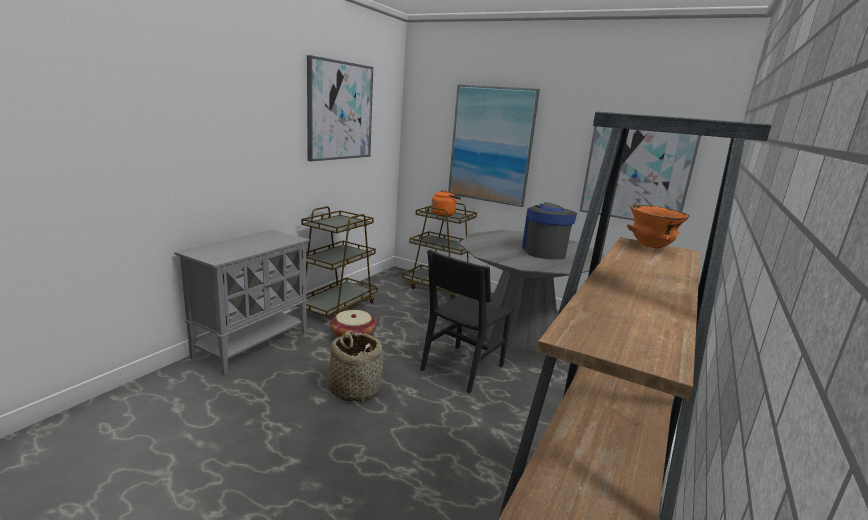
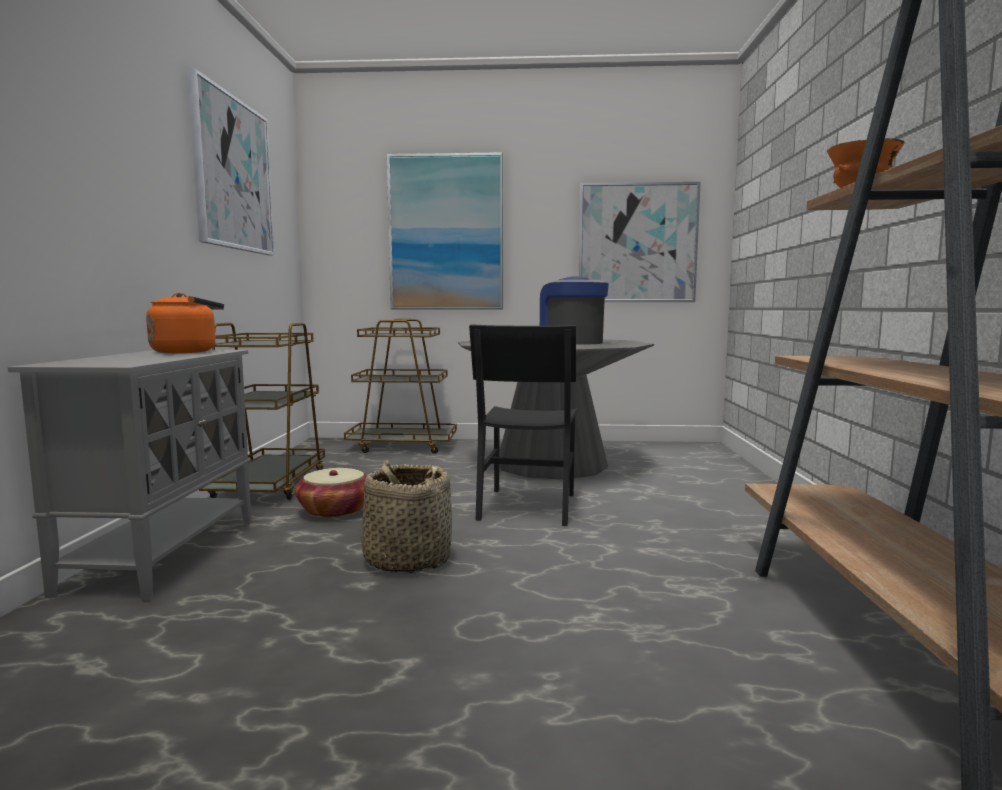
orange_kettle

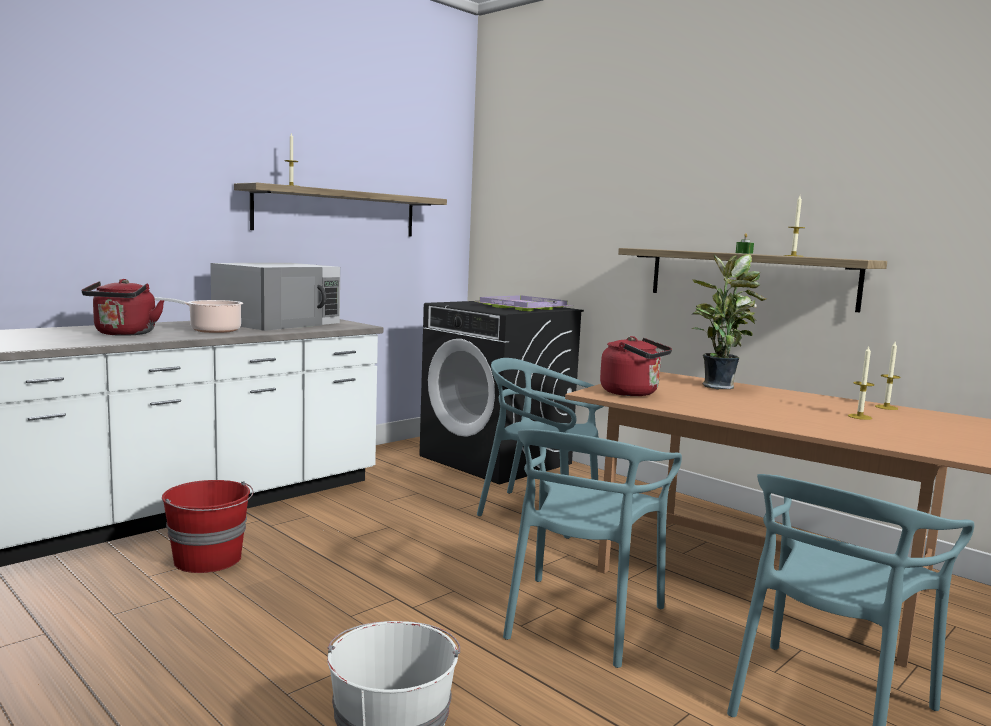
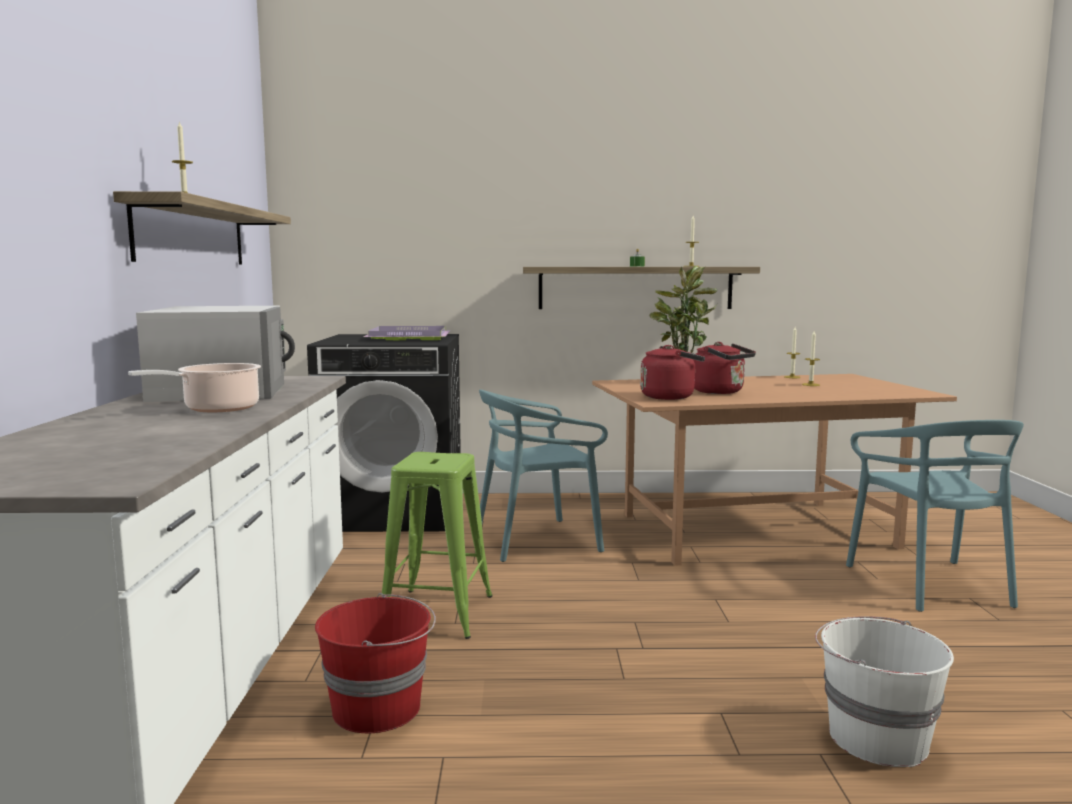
red_kettle (2nd from left); turquoise_chair (2nd from left in the first image); green_stool

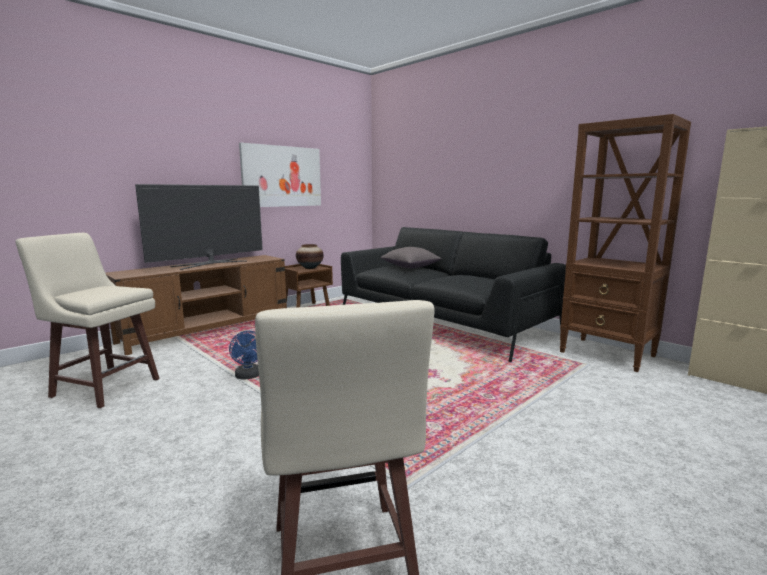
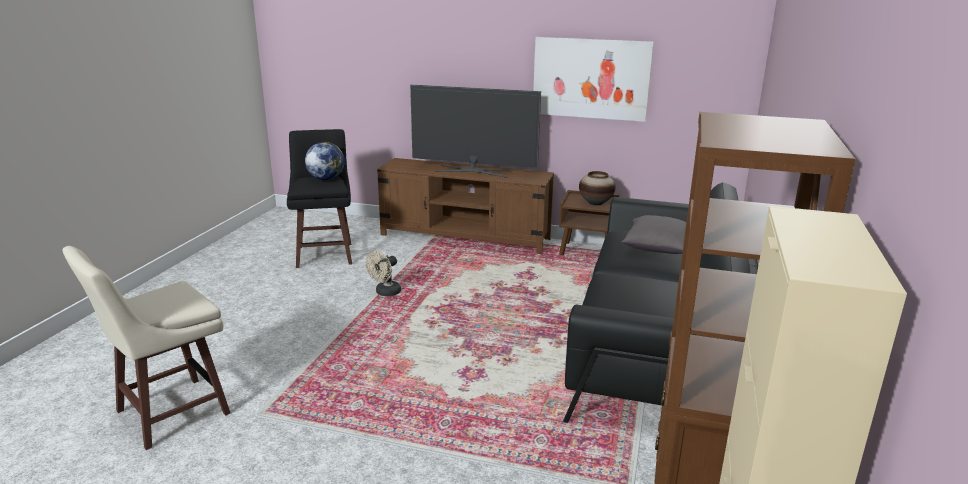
black_stool; beige_fan; globe

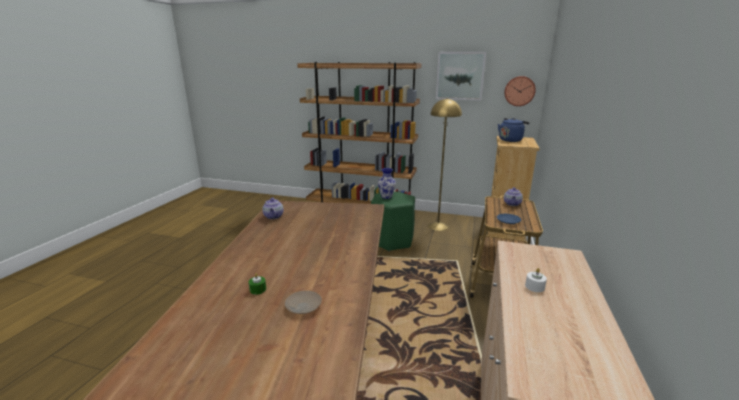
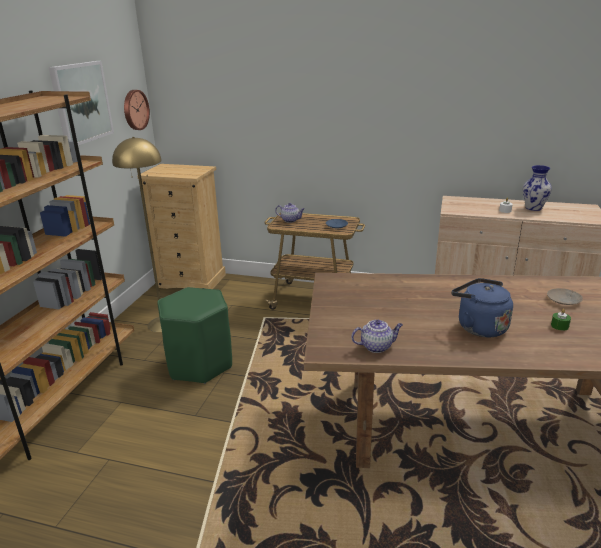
blue_kettle; vase

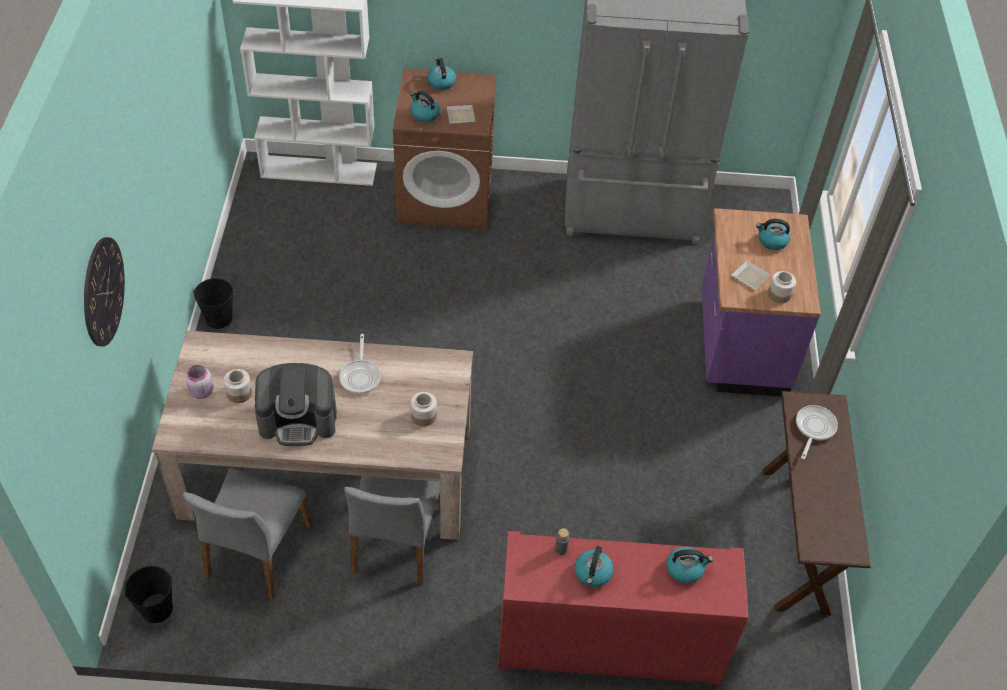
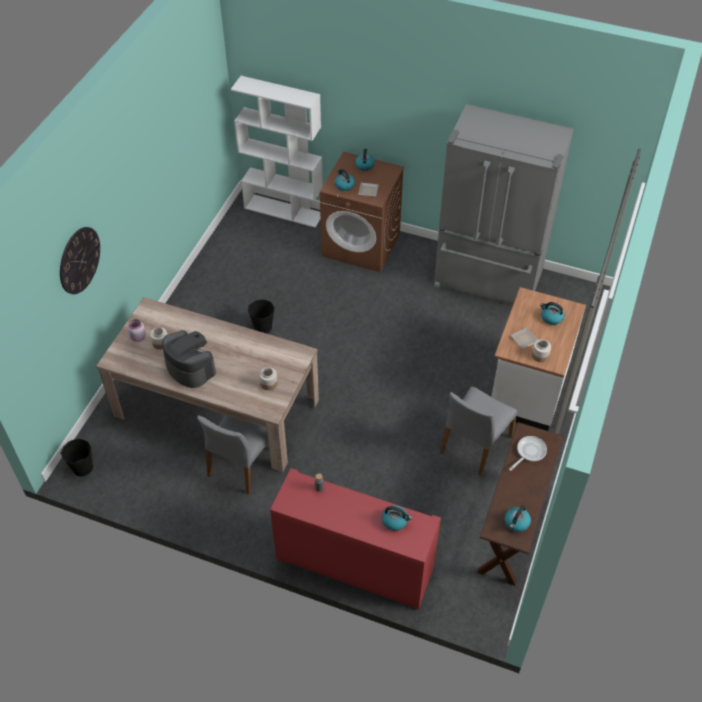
white_counter; black_bucket (2nd from left); frying_pan (1st from left in the first image); coffee_machine; grey_chair (2nd from left); kettle (4th from left)

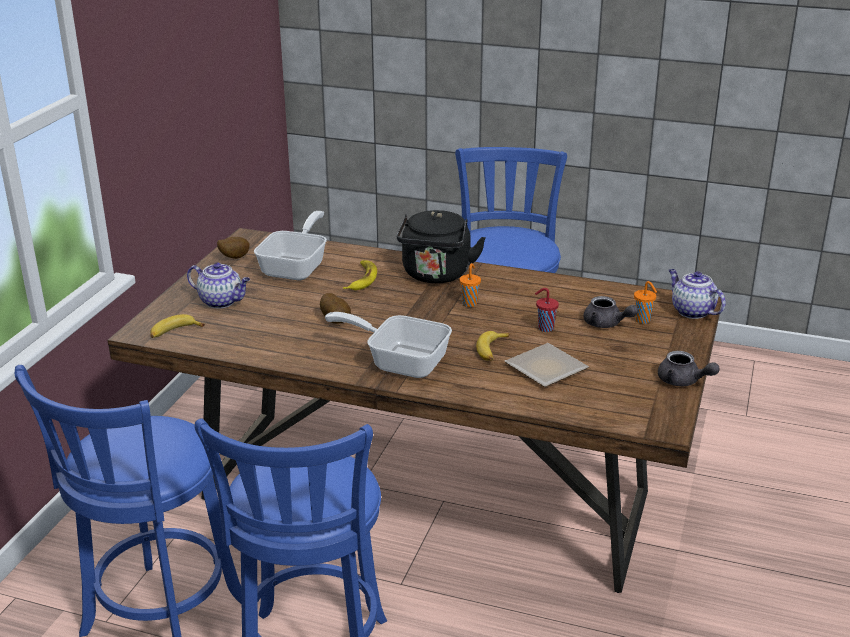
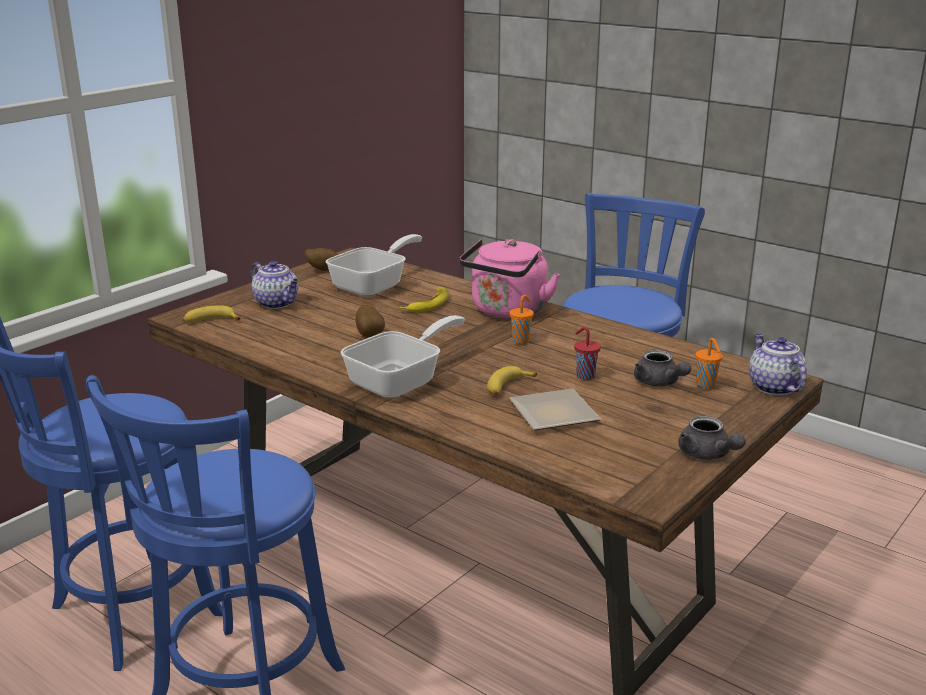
pink_kettle; frying_pan (2nd from left)

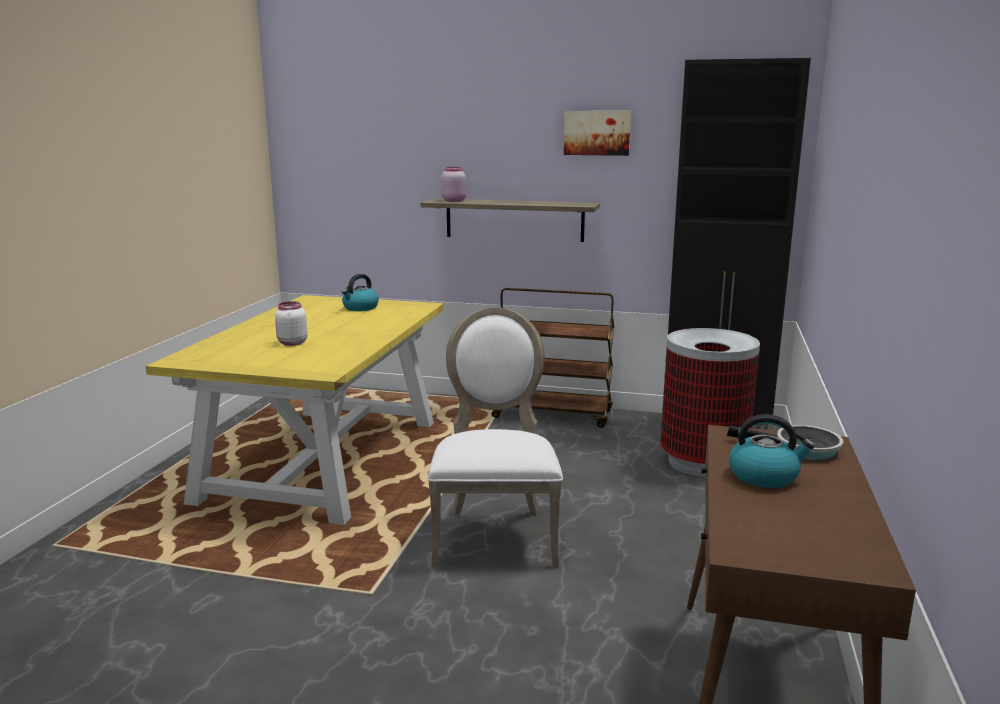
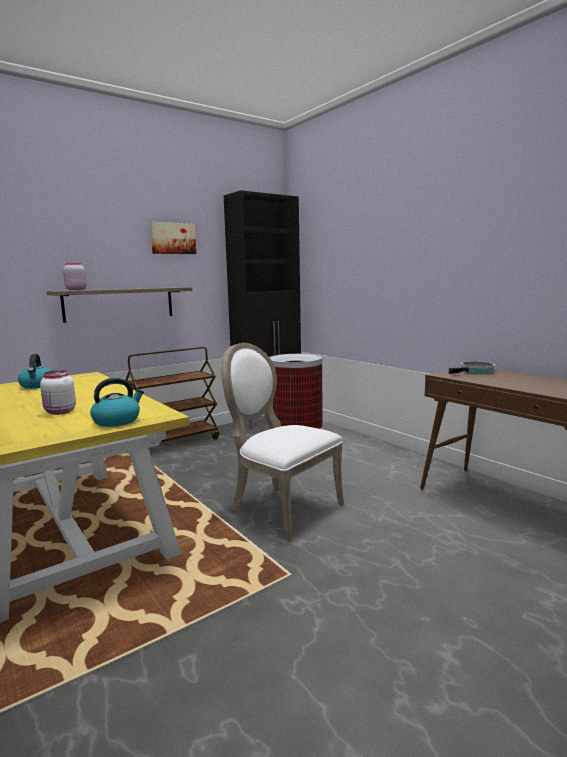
kettle (2nd from left)

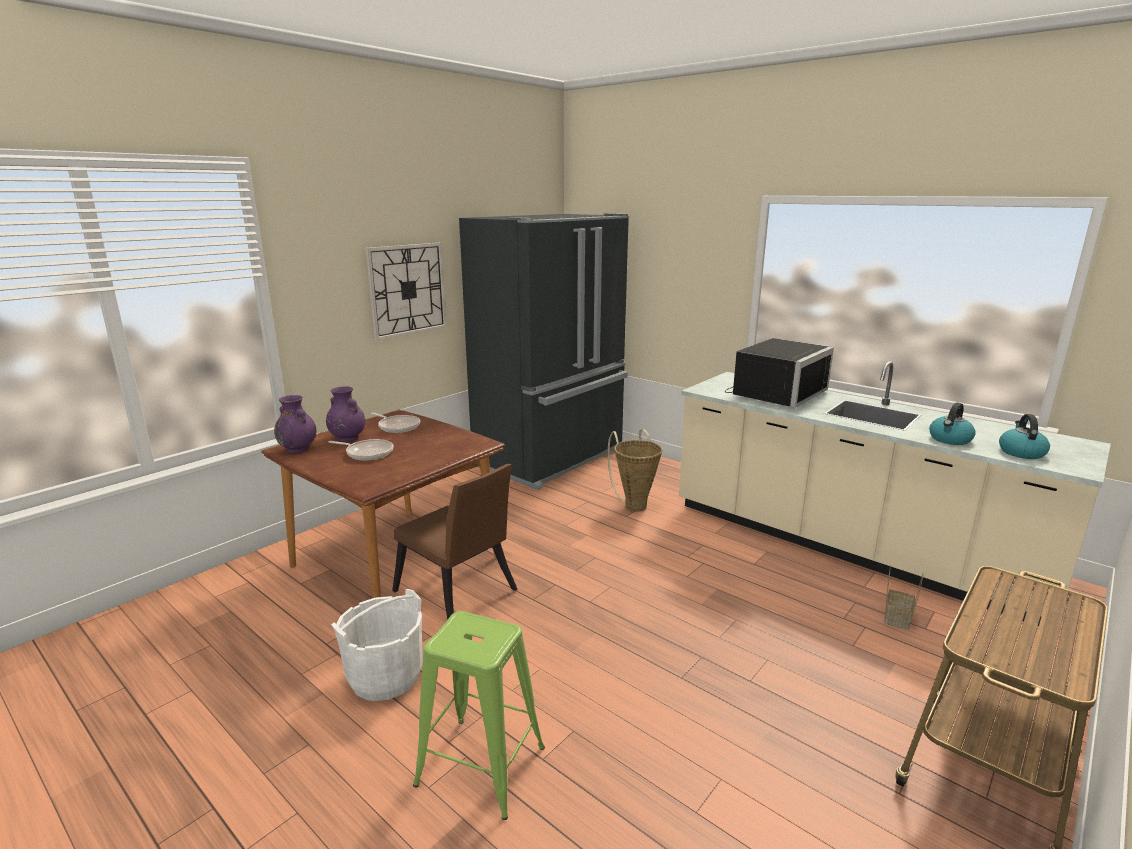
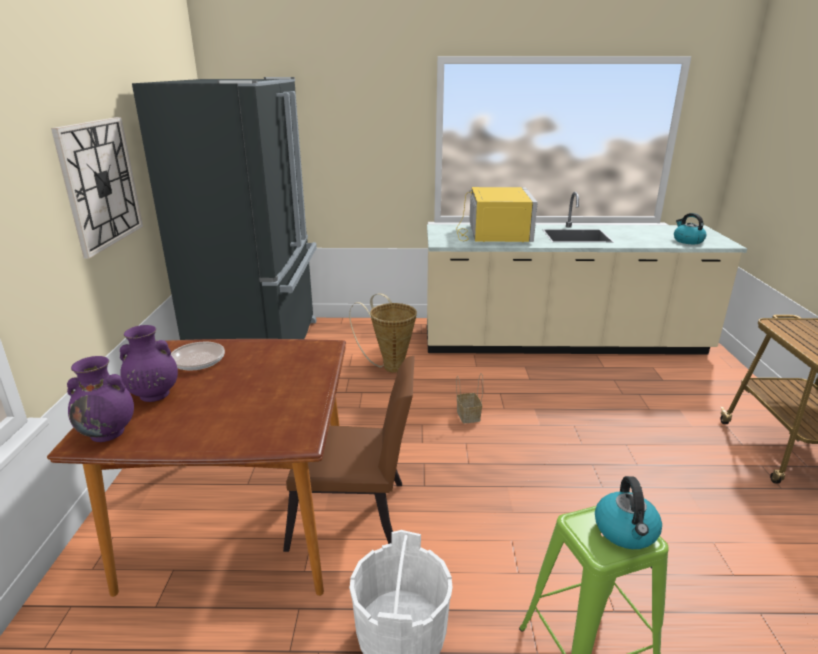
yellow_microwave; kettle (1st from left); frying_pan (1st from left in the first image); basket (2nd from left)

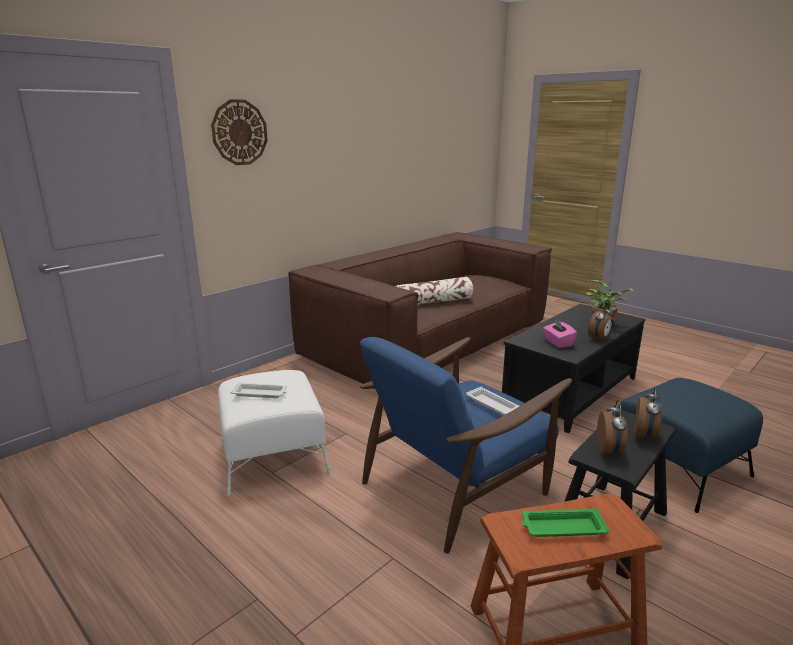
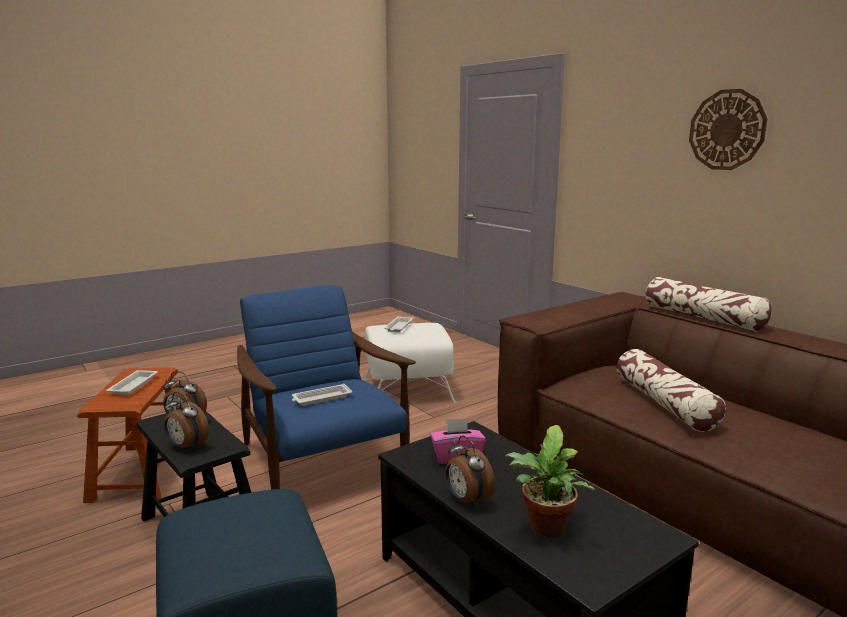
wall_clock; white_tray (1st from left); pillow (2nd from left)

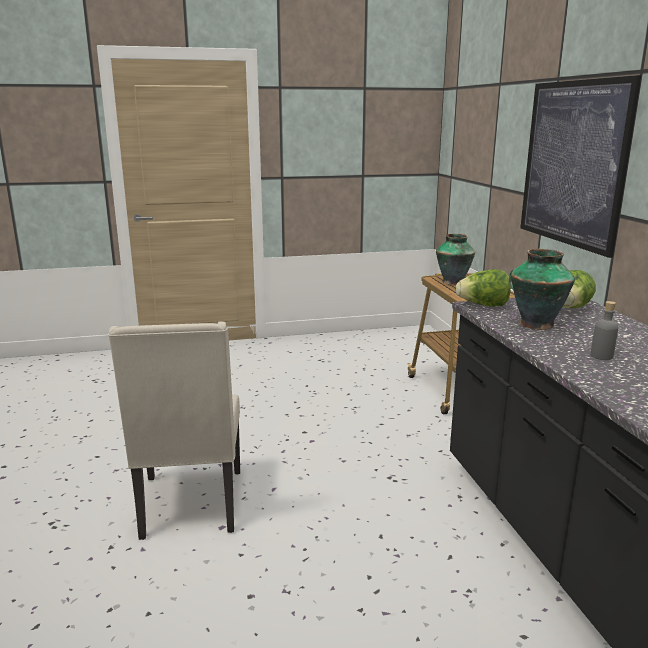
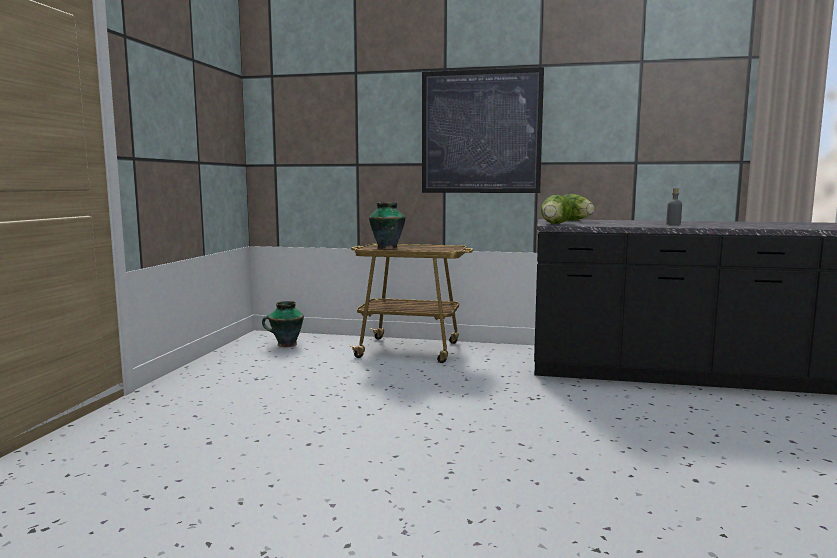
vase (1st from left); beige_chair

